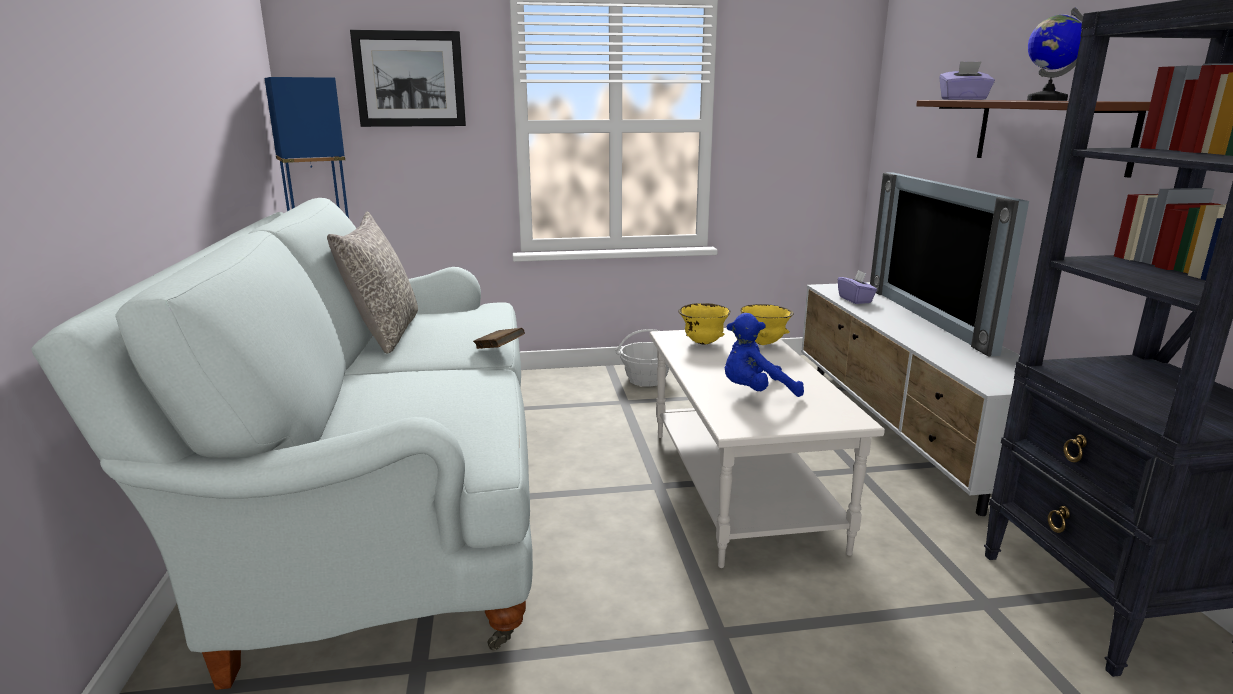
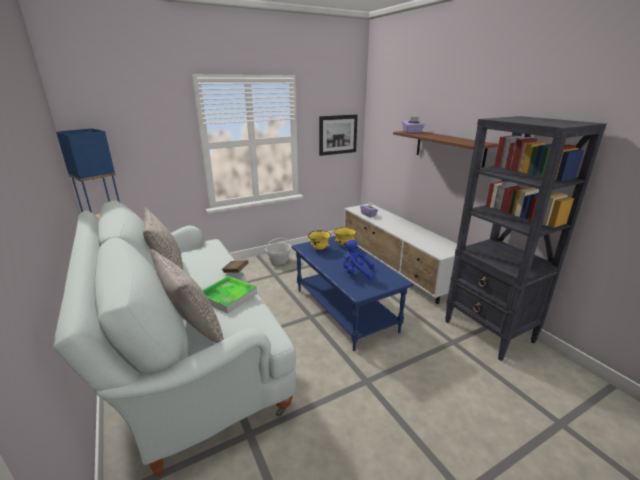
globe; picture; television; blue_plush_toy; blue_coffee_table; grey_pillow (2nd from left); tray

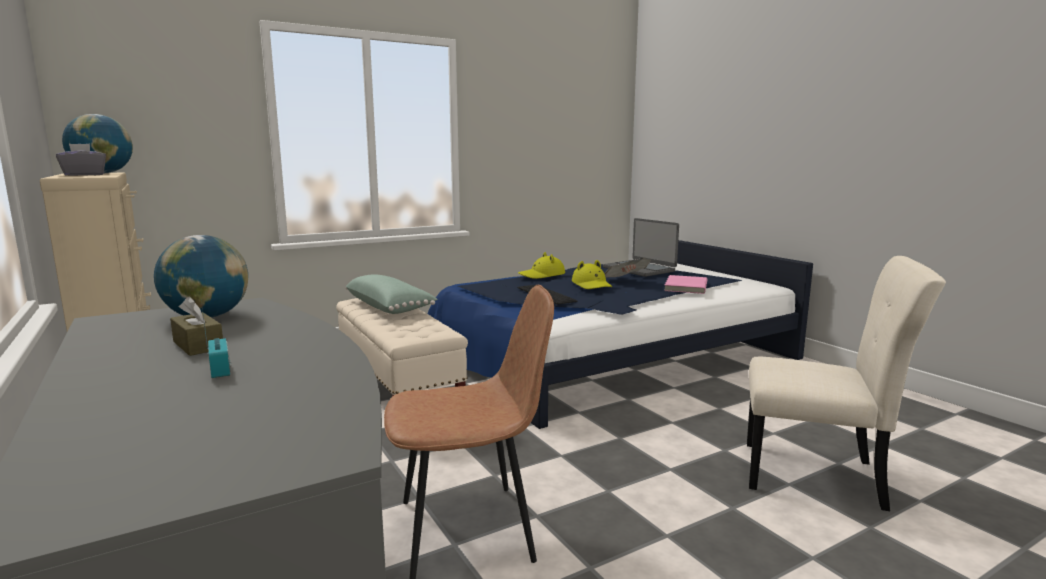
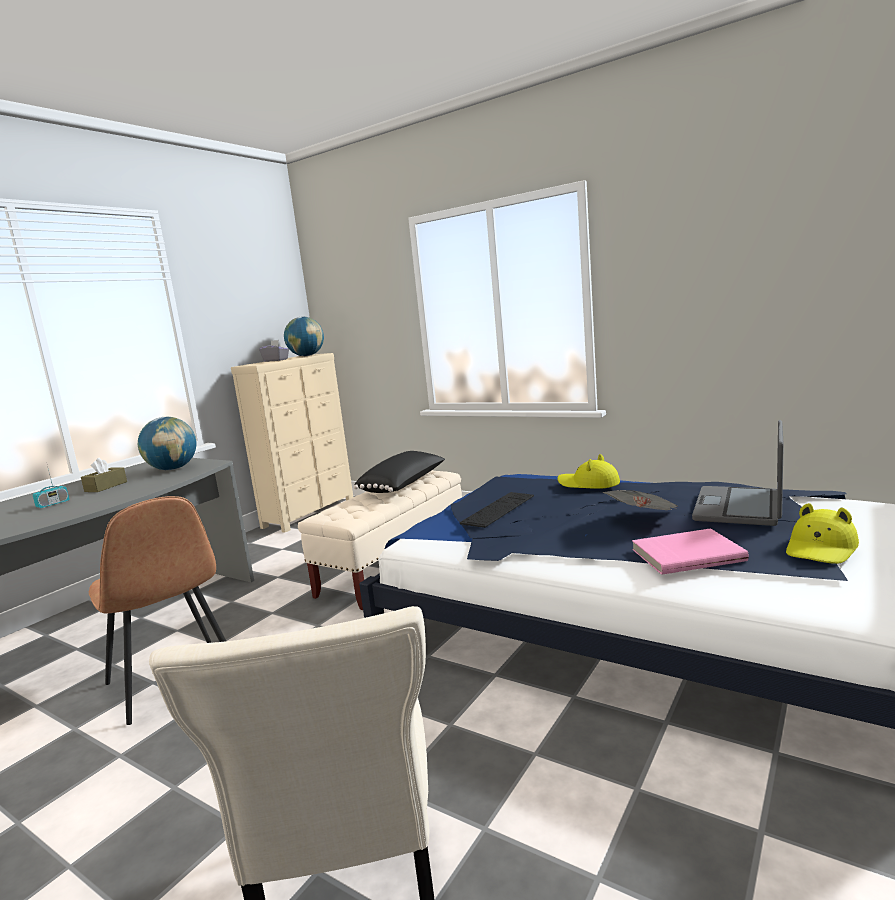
yellow_hat (2nd from left); black_pillow

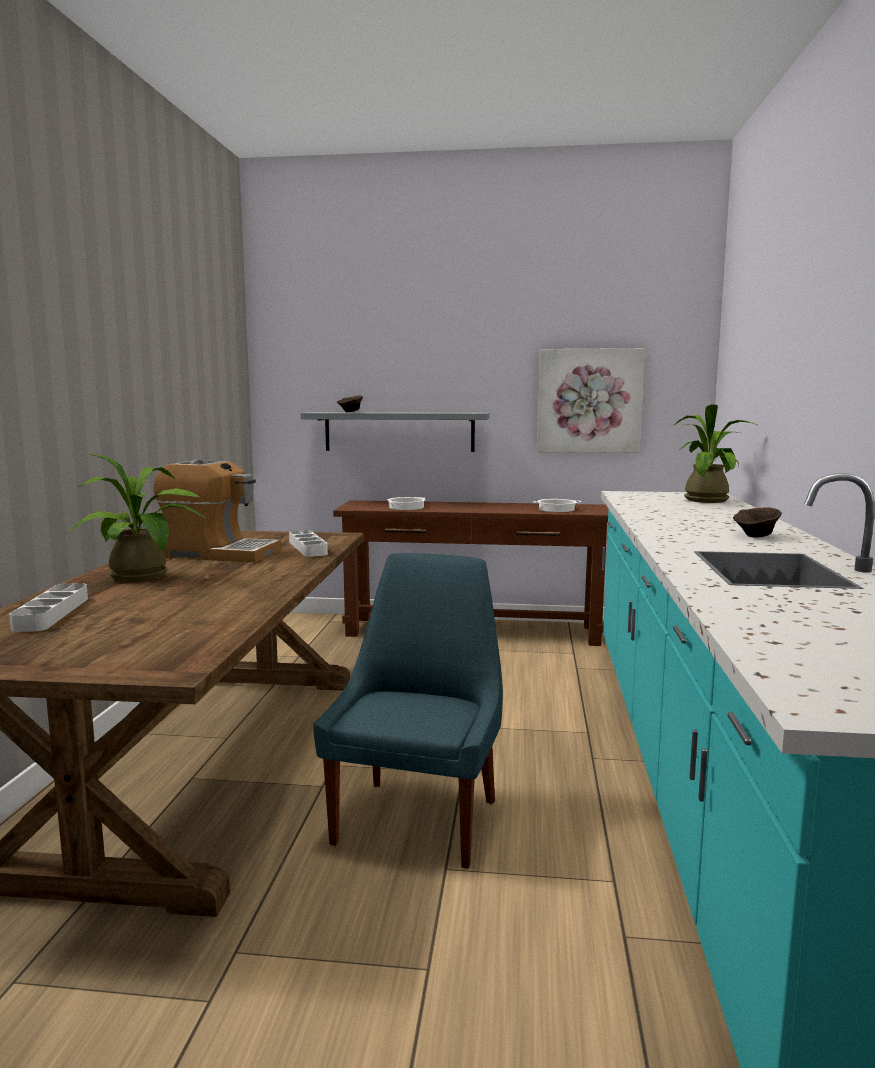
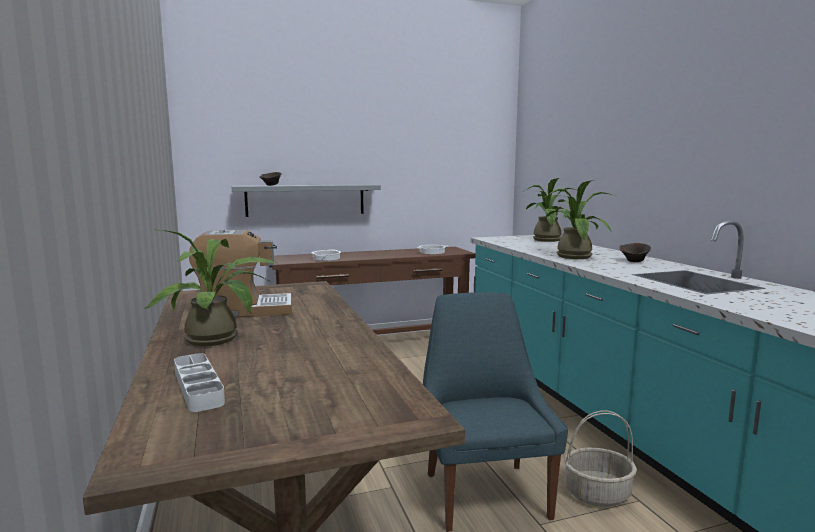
picture; grey_tray (2nd from left in the first image); potted_plant (3rd from left); basket

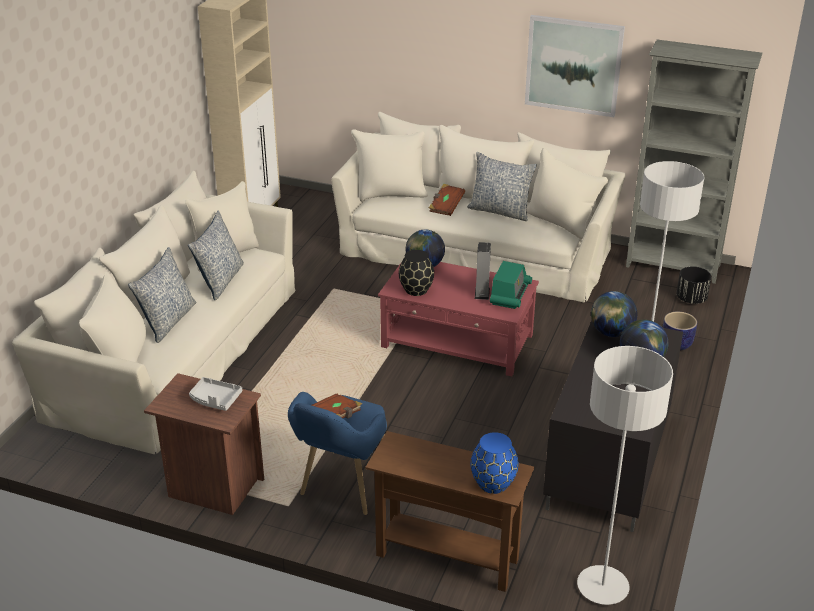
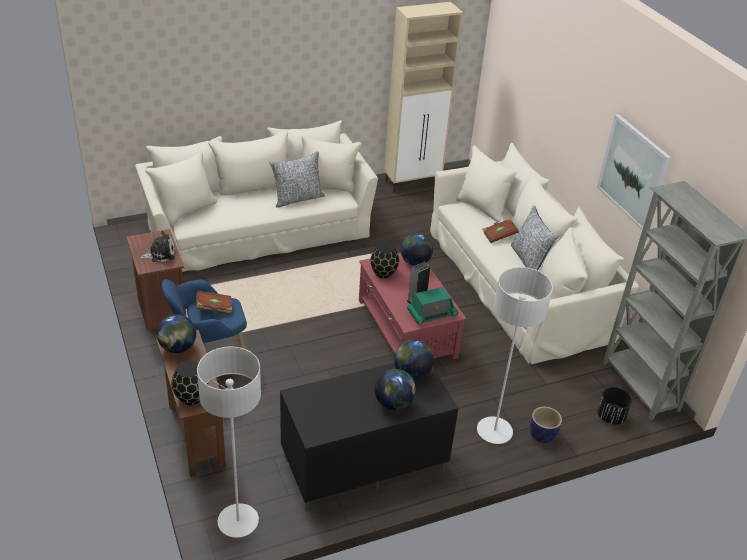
pillow (1st from left in the first image); plush_toy; black_vase (1st from left); globe (1st from left)

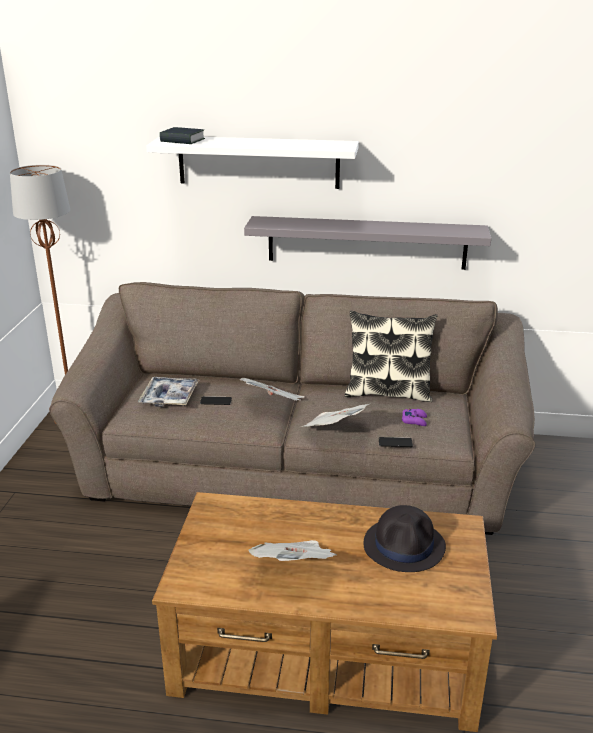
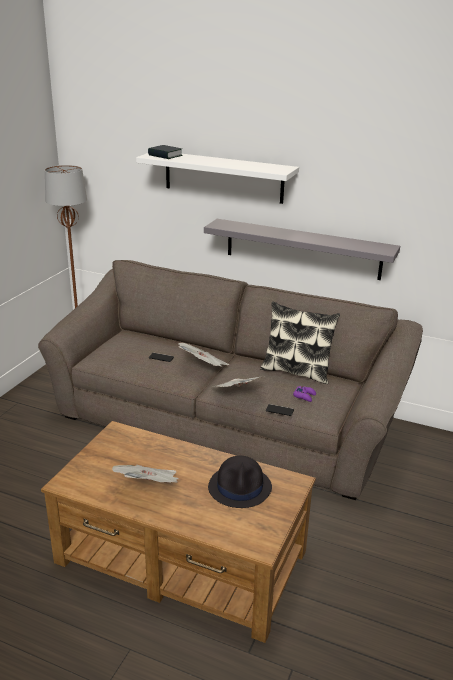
tray

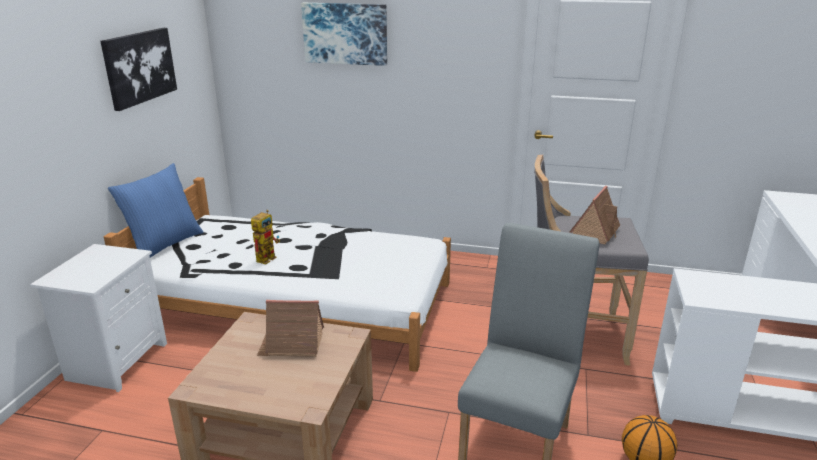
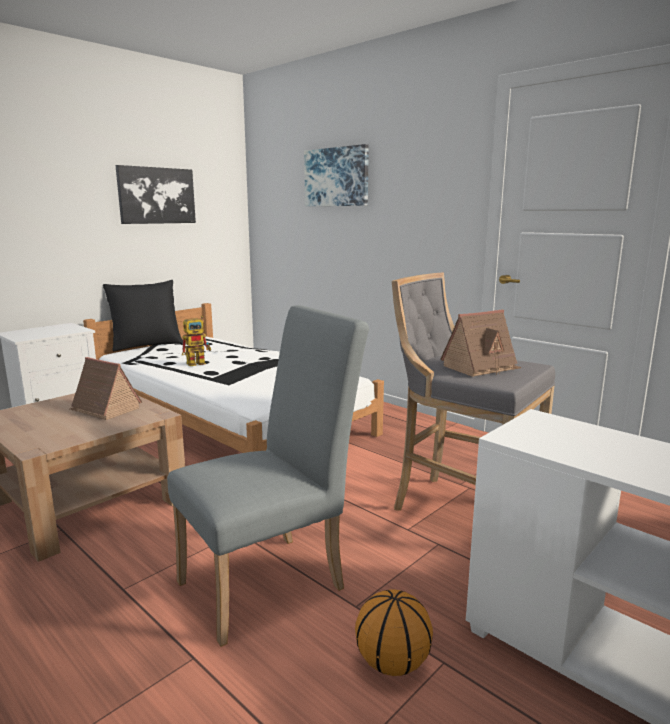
black_pillow

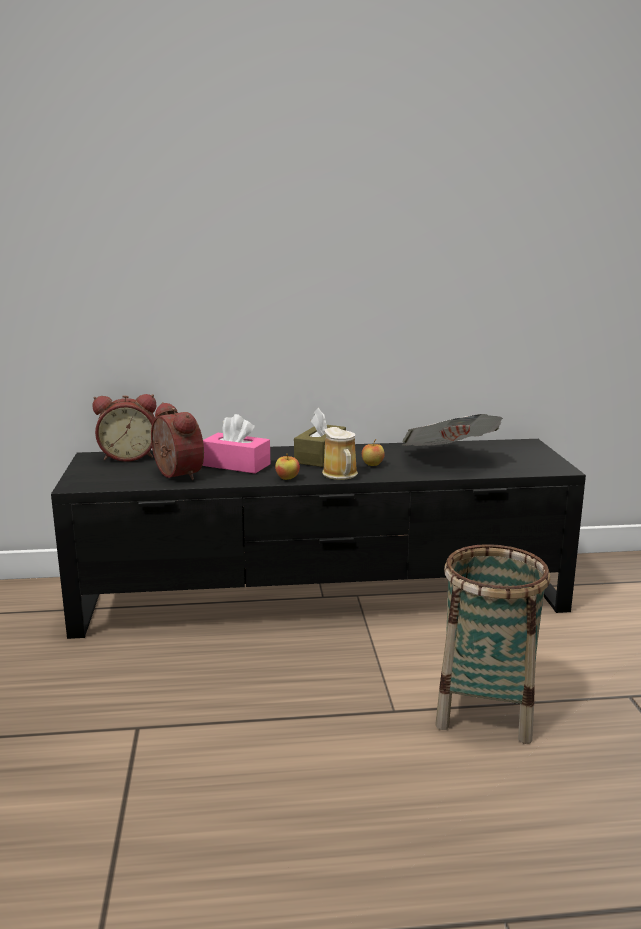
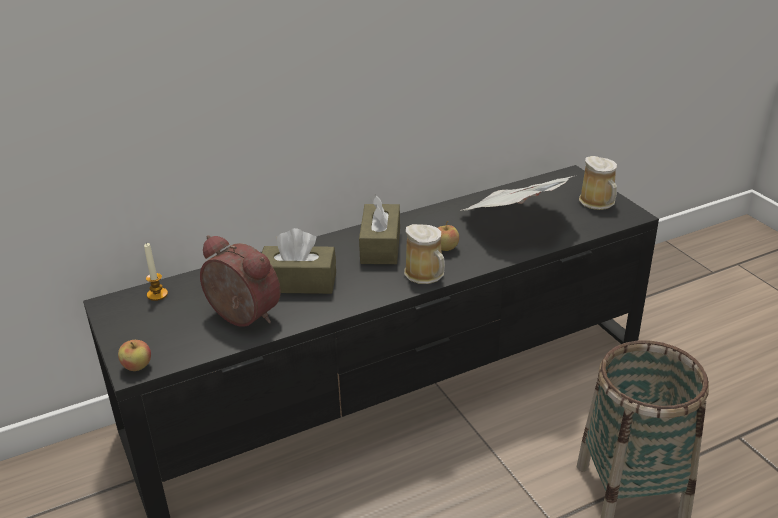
candle; brown_tissue_box (1st from left); apple (1st from left); mug (2nd from left)

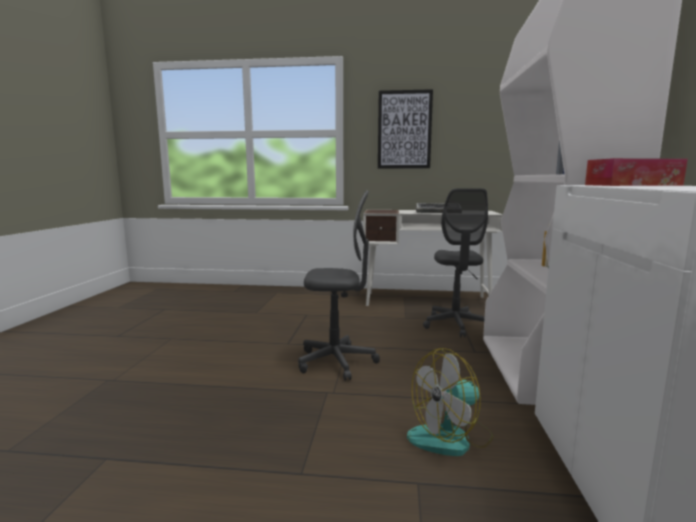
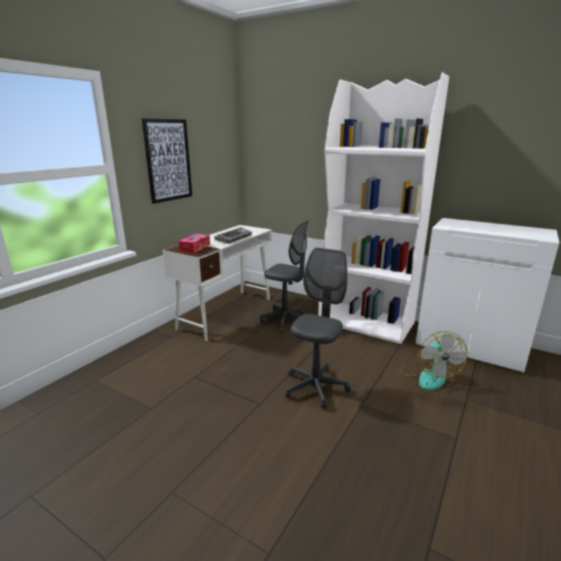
tissue_box

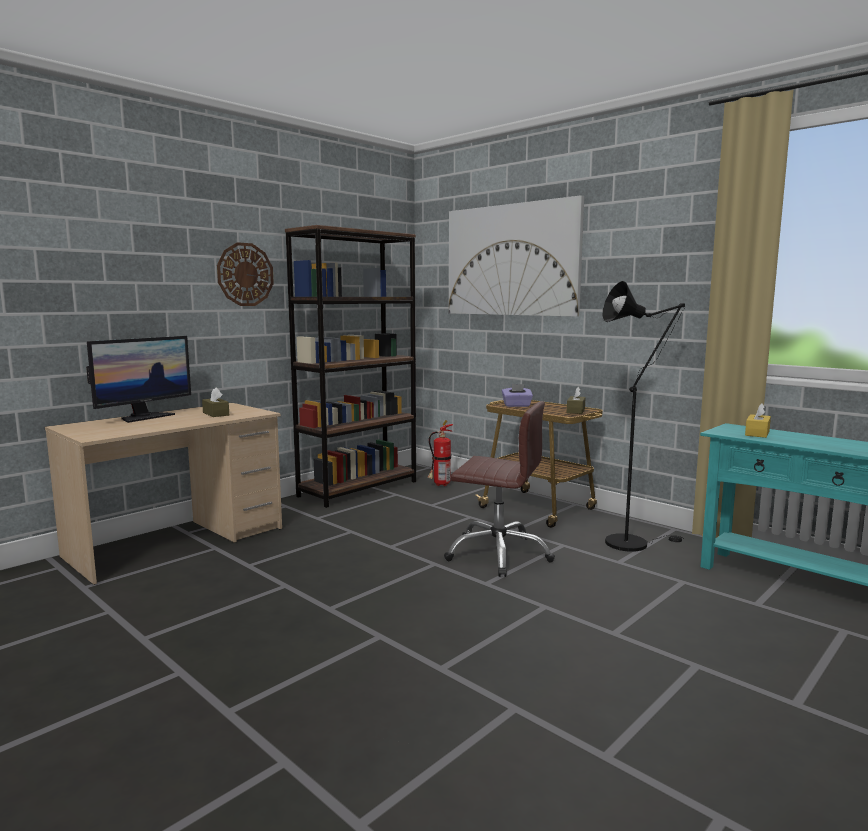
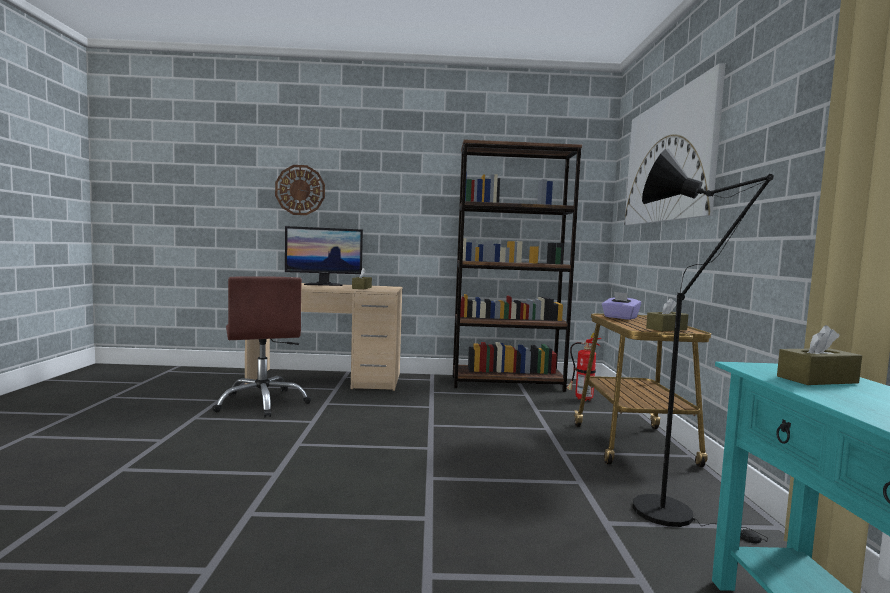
wall_clock; brown_office_chair; brown_tissue_box (3rd from left)

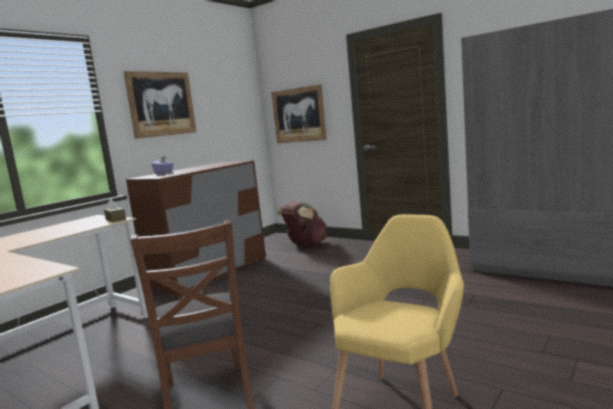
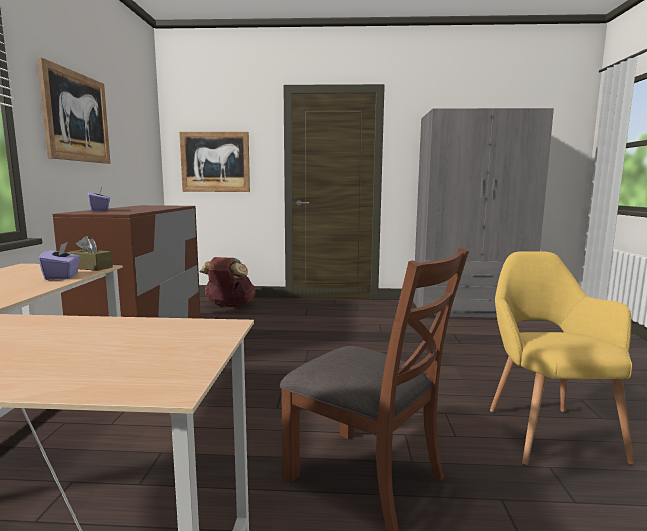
purple_tissue_box (1st from left)

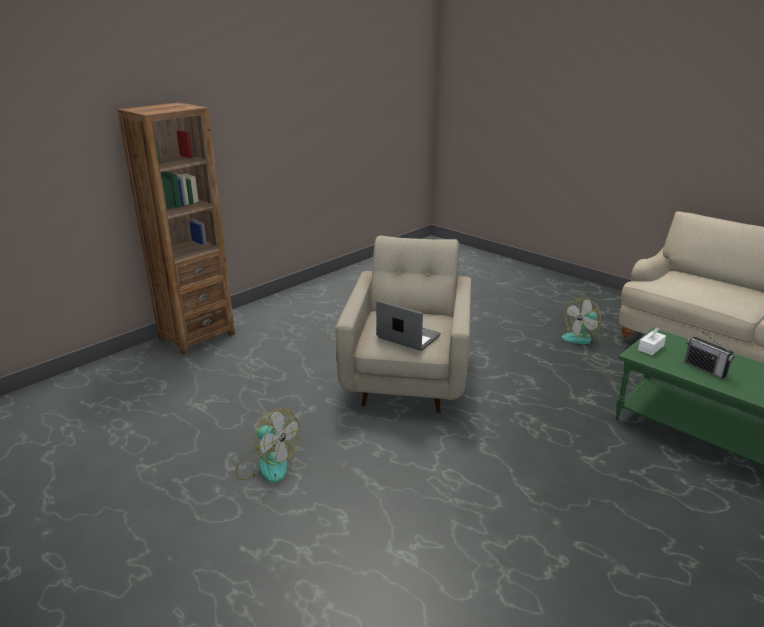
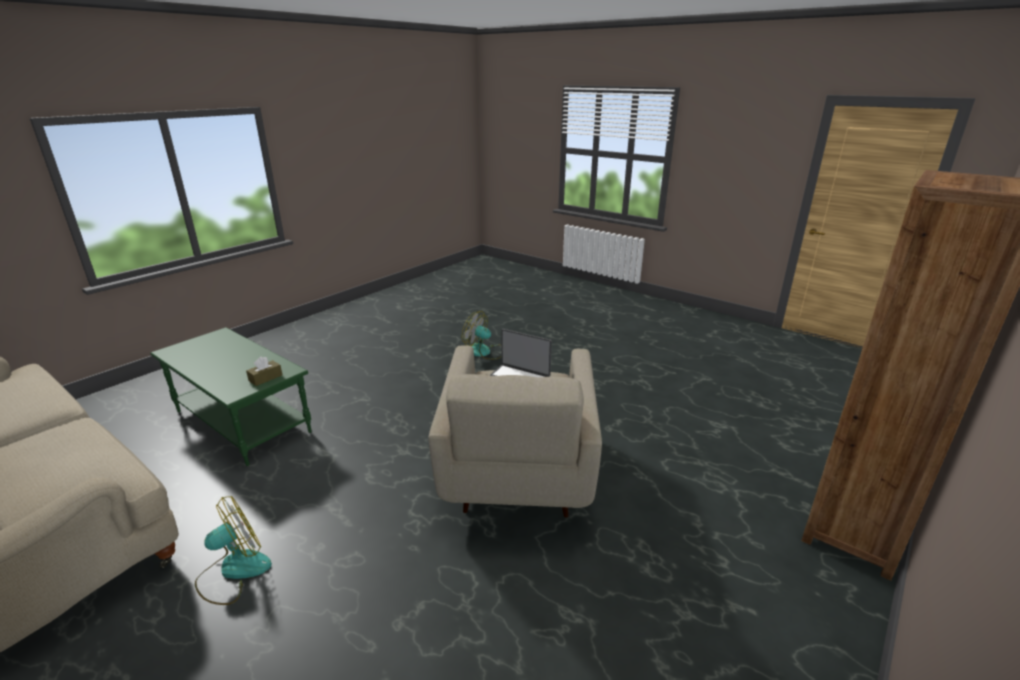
brown_tissue_box; radio; fan (2nd from left)

